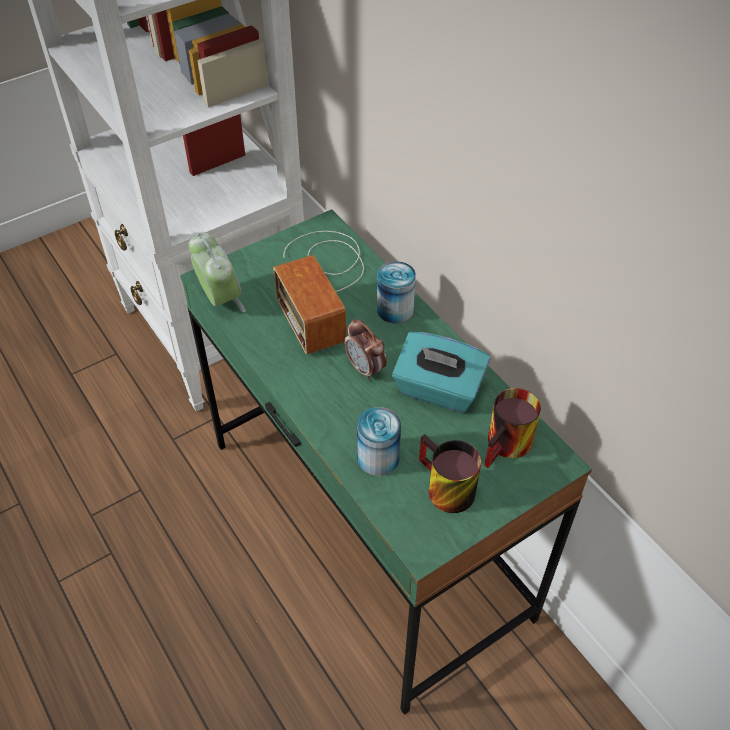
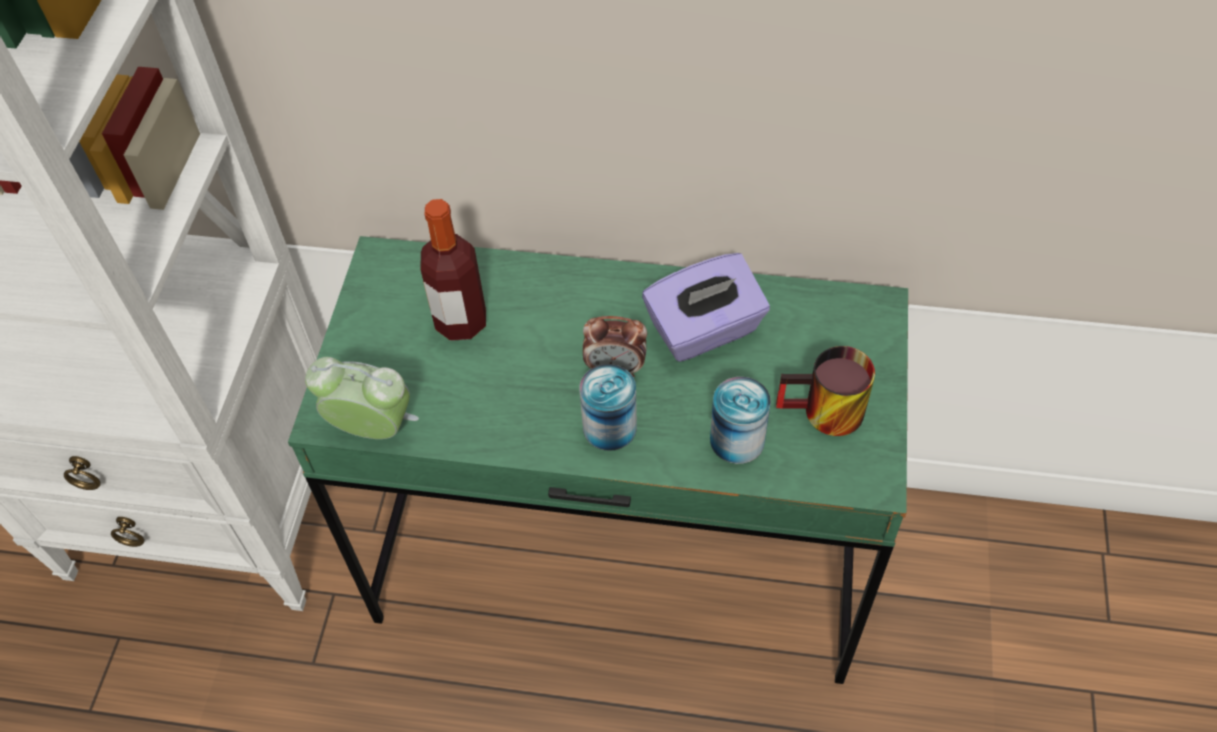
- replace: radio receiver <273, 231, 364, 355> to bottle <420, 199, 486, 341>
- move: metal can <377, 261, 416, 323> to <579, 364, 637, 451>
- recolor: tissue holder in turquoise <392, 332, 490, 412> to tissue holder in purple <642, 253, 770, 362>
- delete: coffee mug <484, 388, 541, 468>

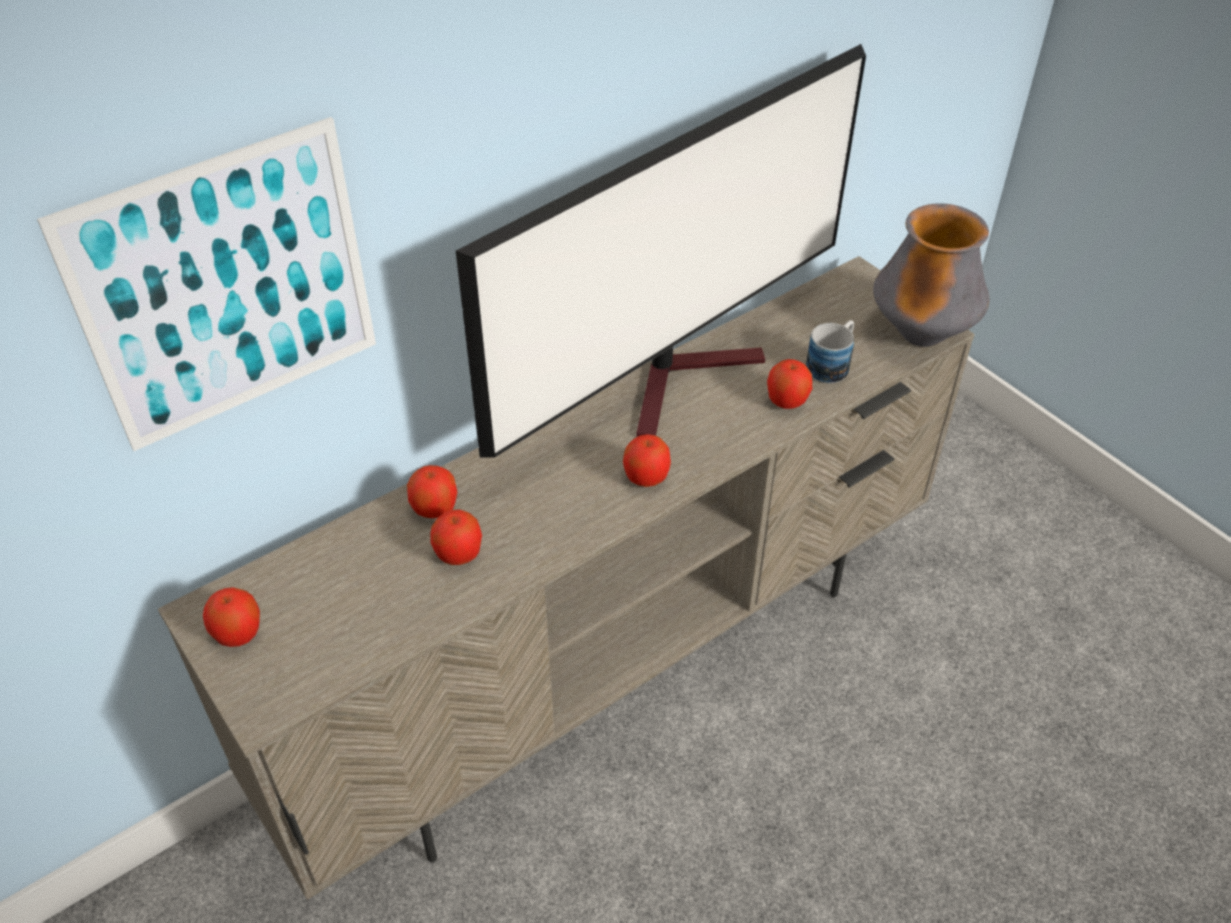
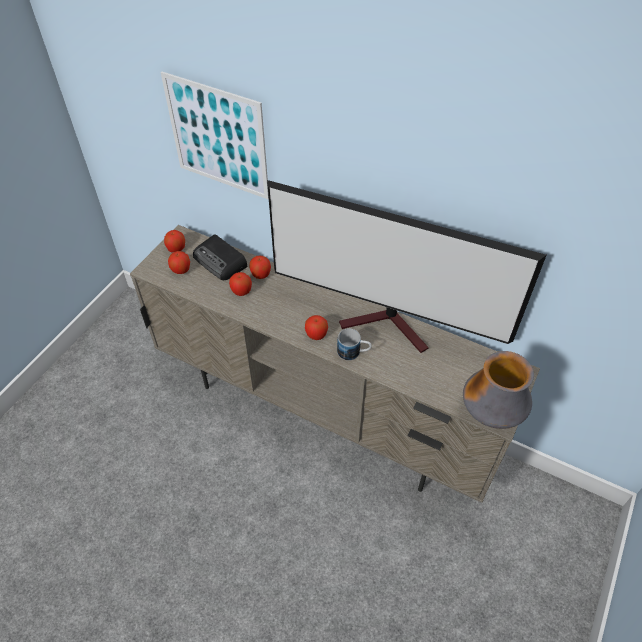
- move: apple <767, 359, 812, 409> to <168, 251, 190, 274>
- move: coffee mug <806, 320, 854, 384> to <337, 328, 372, 361>
- insert: radio receiver <193, 235, 248, 280>

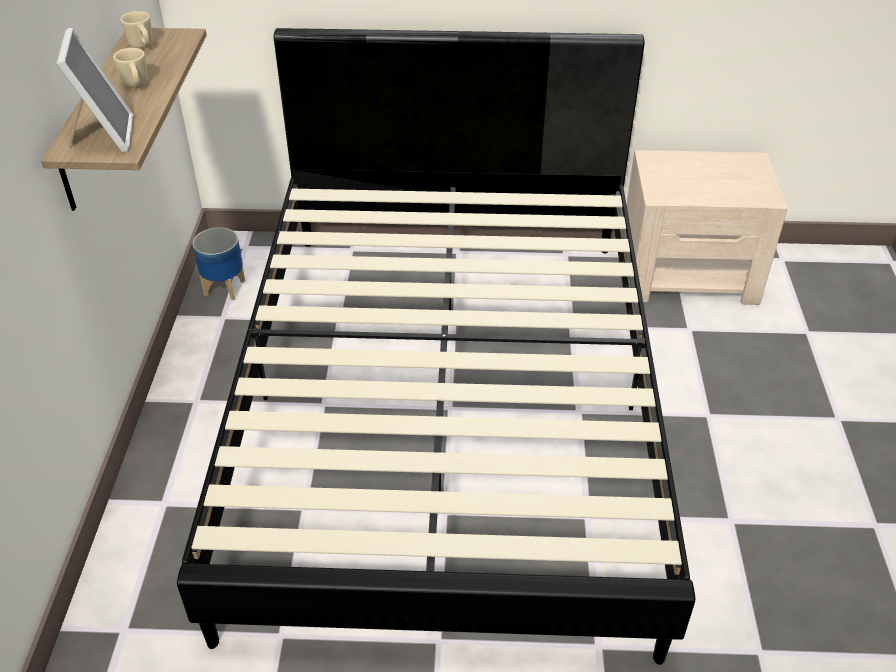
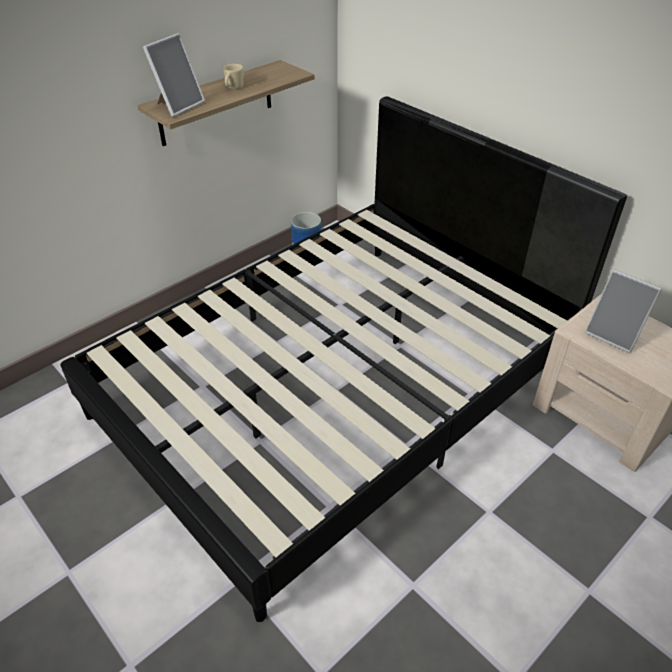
- delete: coffee mug in beige-coloured <120, 11, 153, 48>
- insert: picture frame <585, 269, 662, 353>

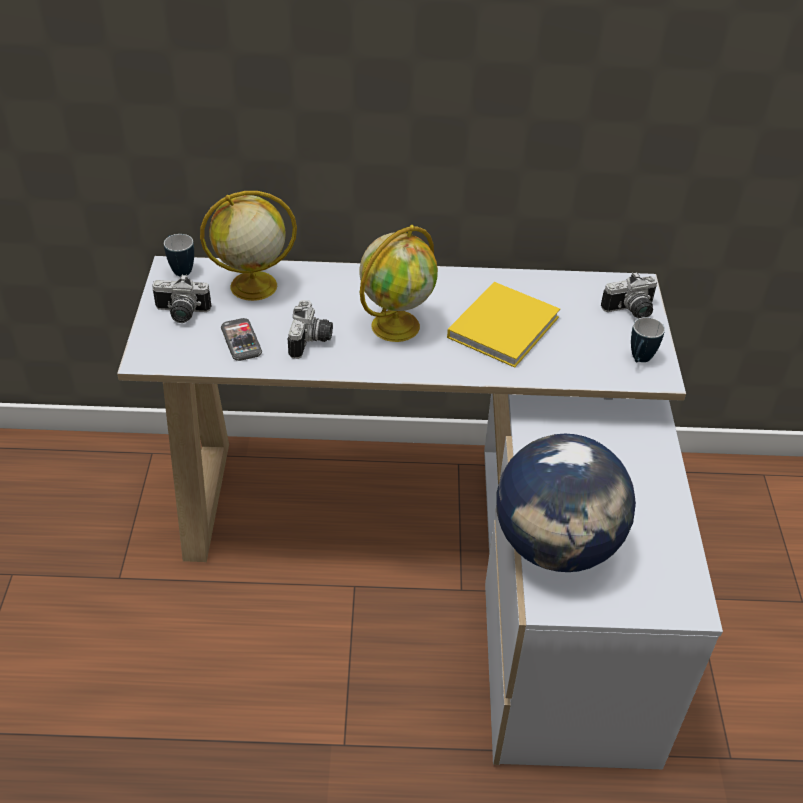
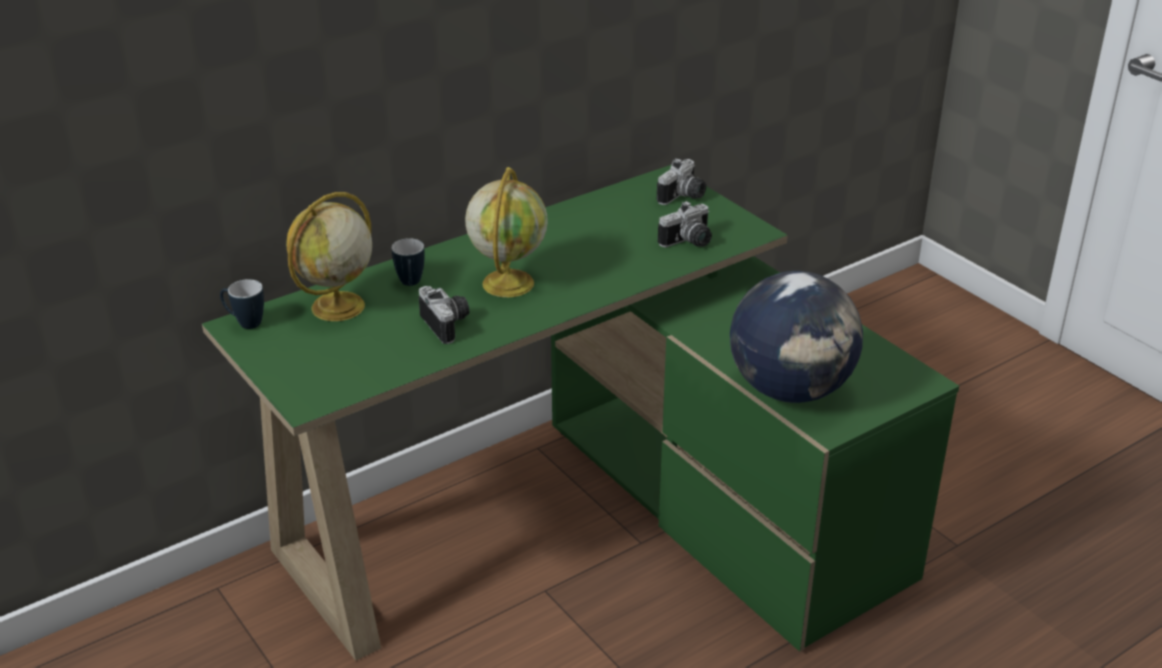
- recolor: desk in white <117, 256, 723, 769> to desk in greenish <202, 165, 959, 661>
- move: still camera <152, 274, 212, 323> to <658, 201, 712, 248>
- delete: phone <221, 318, 262, 361>
- delete: book in yellow-coloured <447, 282, 560, 368>
- move: coffee mug <631, 317, 665, 363> to <392, 238, 425, 286>

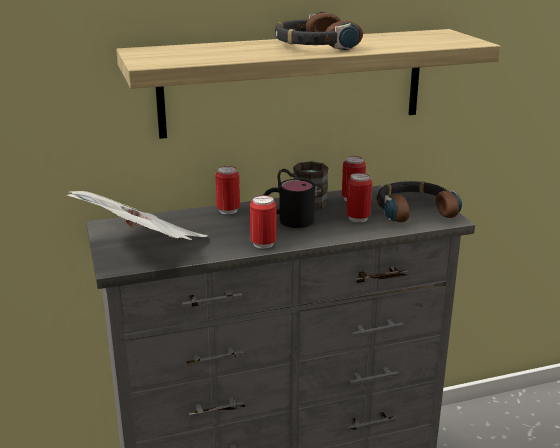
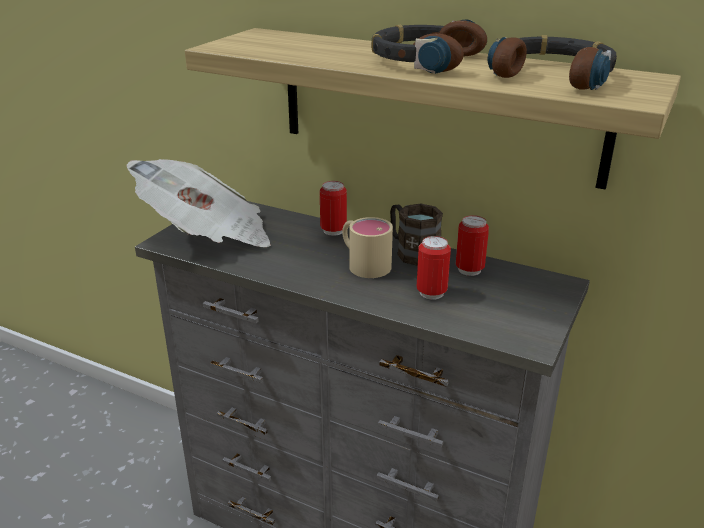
- delete: metal can <250, 195, 276, 249>
- recolor: coffee mug in blackish <264, 179, 315, 228> to coffee mug in beige-coloured <342, 217, 393, 278>
- move: pair of headphones <377, 181, 462, 222> to <488, 35, 617, 90>

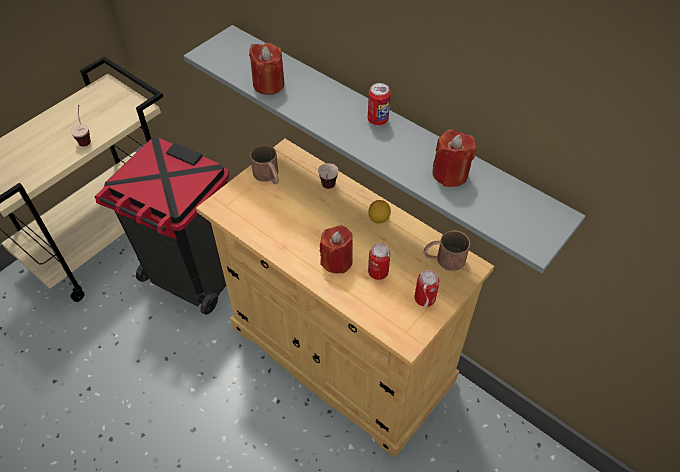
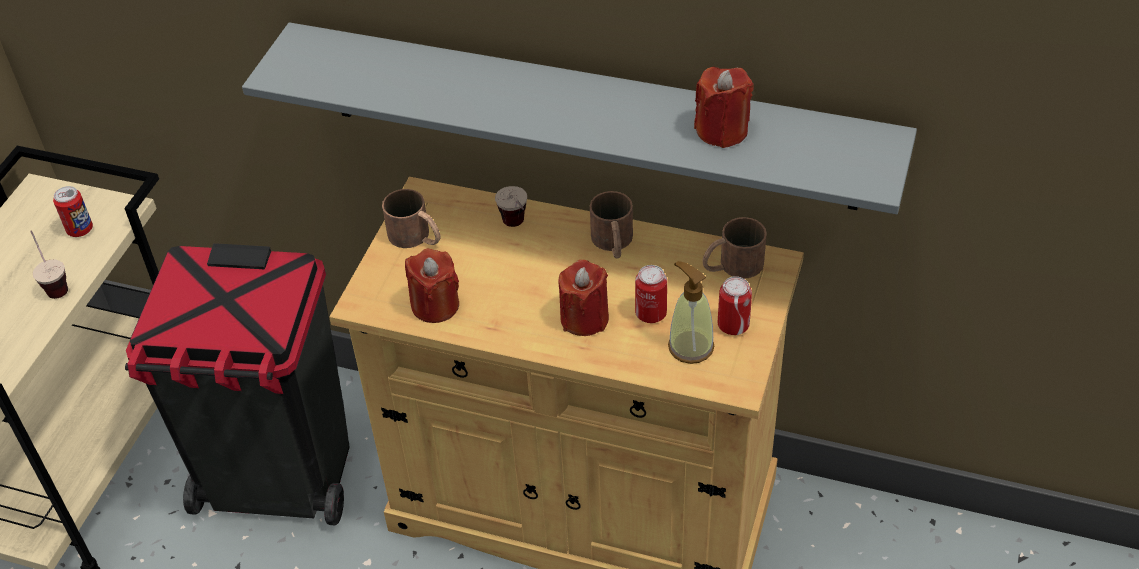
- move: wax light in red <249, 43, 285, 95> to <405, 249, 459, 323>
- move: metal can <368, 83, 391, 125> to <53, 186, 93, 237>
- replace: lemon <368, 200, 391, 224> to coffee mug in brownish <590, 191, 633, 258>
- insert: soap bottle <668, 261, 714, 364>

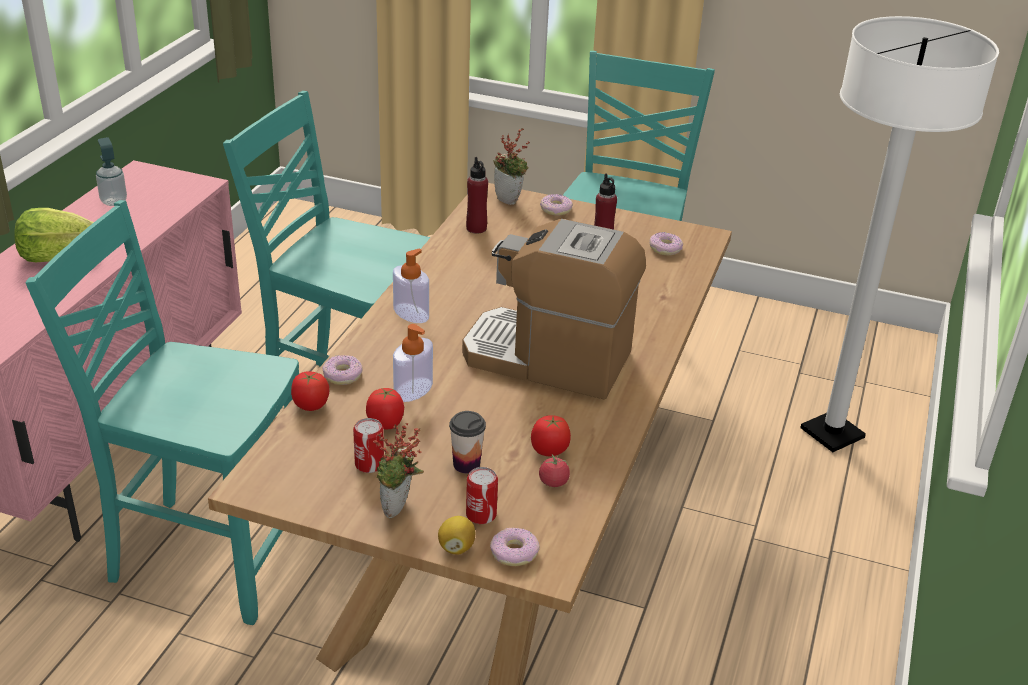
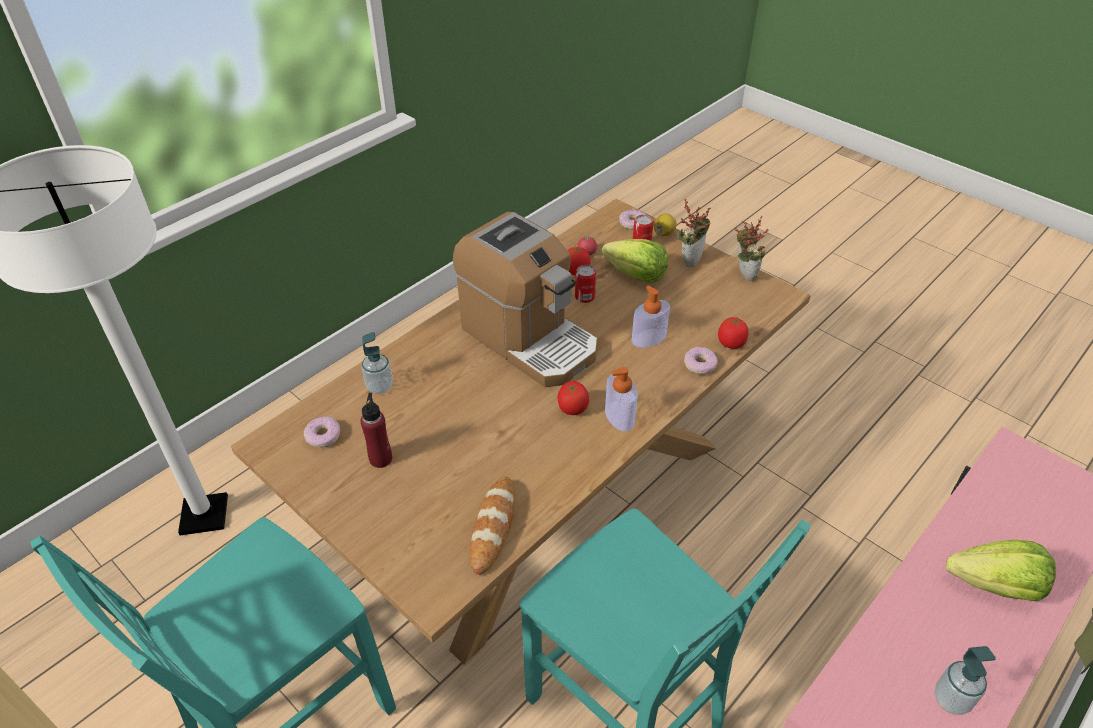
- delete: plain chair in turquoise <26, 200, 299, 625>
- move: metal can <353, 418, 384, 473> to <575, 265, 596, 303>
- move: tomato <366, 388, 404, 429> to <558, 381, 589, 415>
- replace: drinking cup <449, 411, 486, 474> to lettuce head <601, 239, 668, 283>
- replace: bottle in red <466, 157, 488, 234> to bakery bread <470, 477, 515, 575>
- move: houseplant <493, 128, 530, 205> to <735, 216, 769, 281>
- delete: ring doughnut <540, 194, 573, 215>
- insert: soap bottle <361, 332, 393, 394>

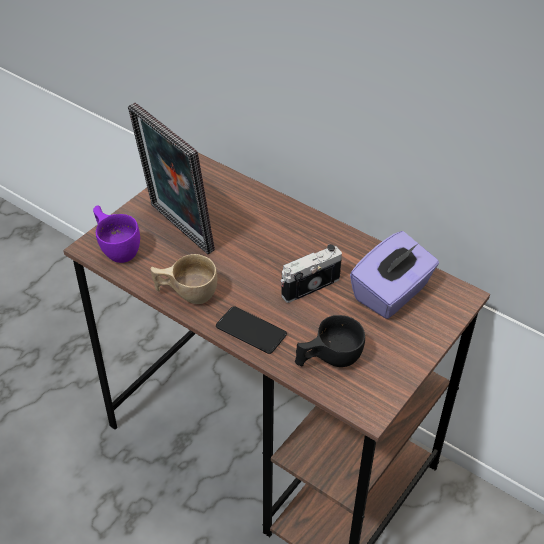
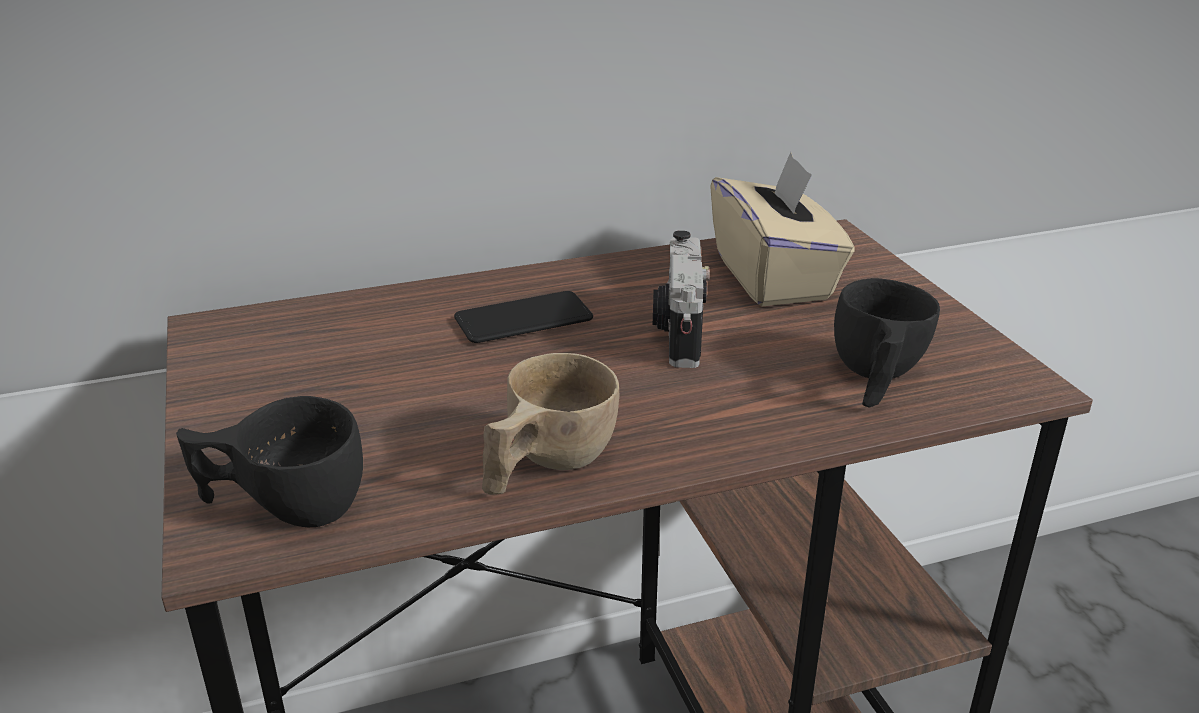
- recolor: drinking cup in purple <93, 206, 140, 263> to drinking cup in blackish <176, 396, 363, 527>
- delete: picture frame <128, 103, 215, 254>
- move: phone <216, 306, 287, 354> to <454, 291, 593, 343>
- recolor: tissue holder in purple <350, 231, 439, 319> to tissue holder in beige-coloured <710, 152, 854, 306>

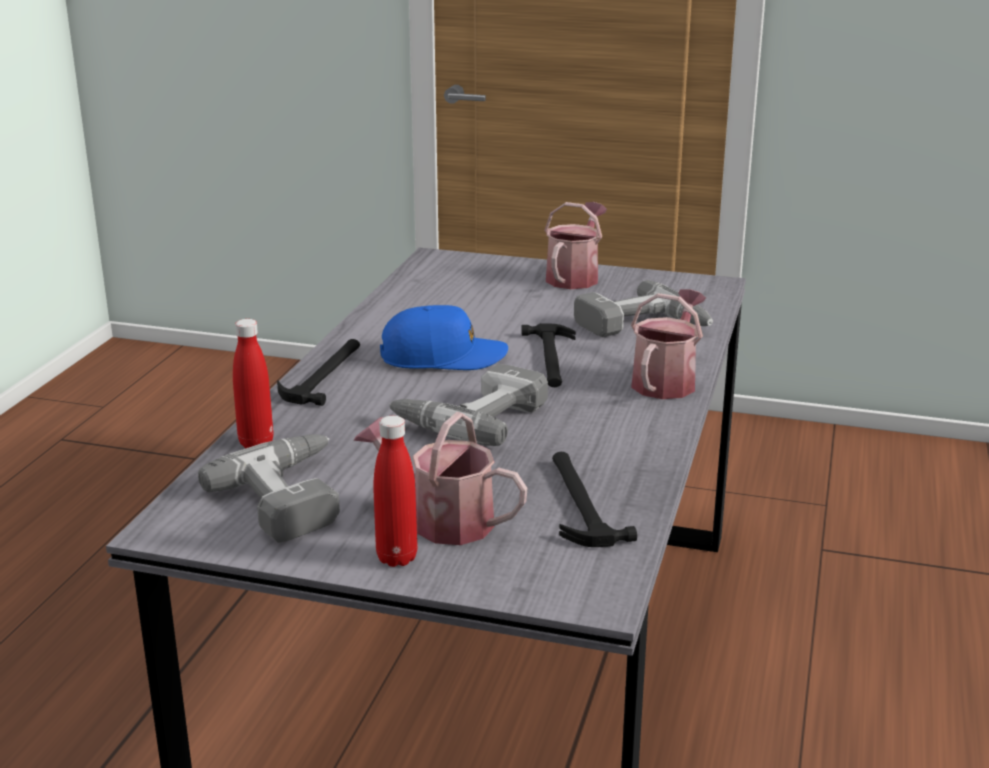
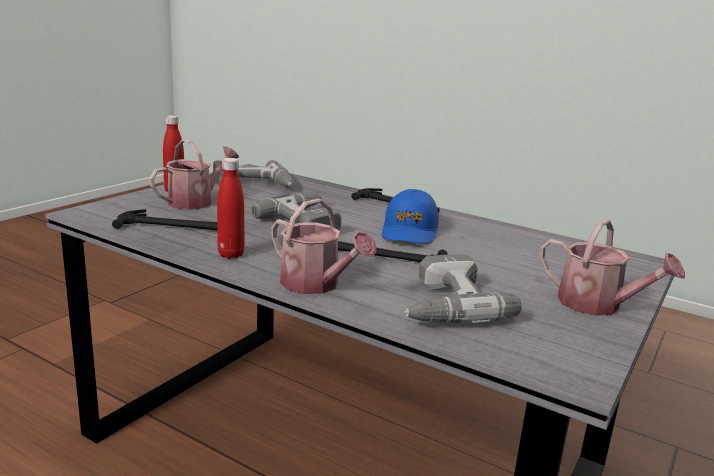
- move: bottle in red <233, 319, 273, 448> to <217, 158, 244, 259>

